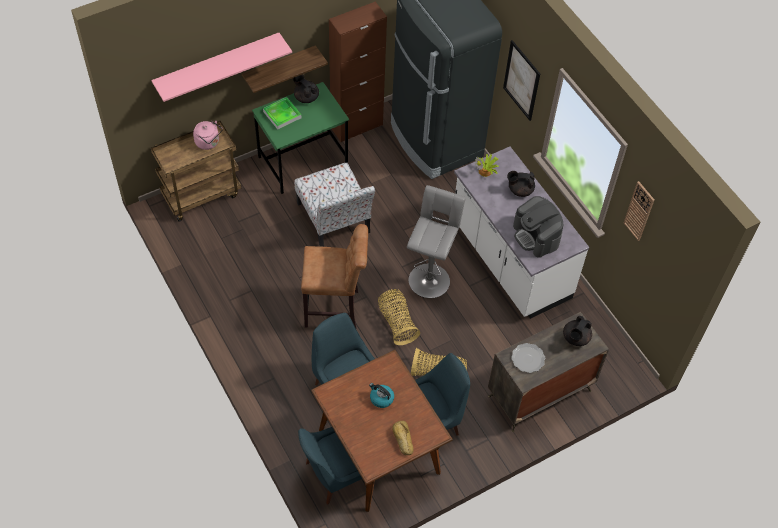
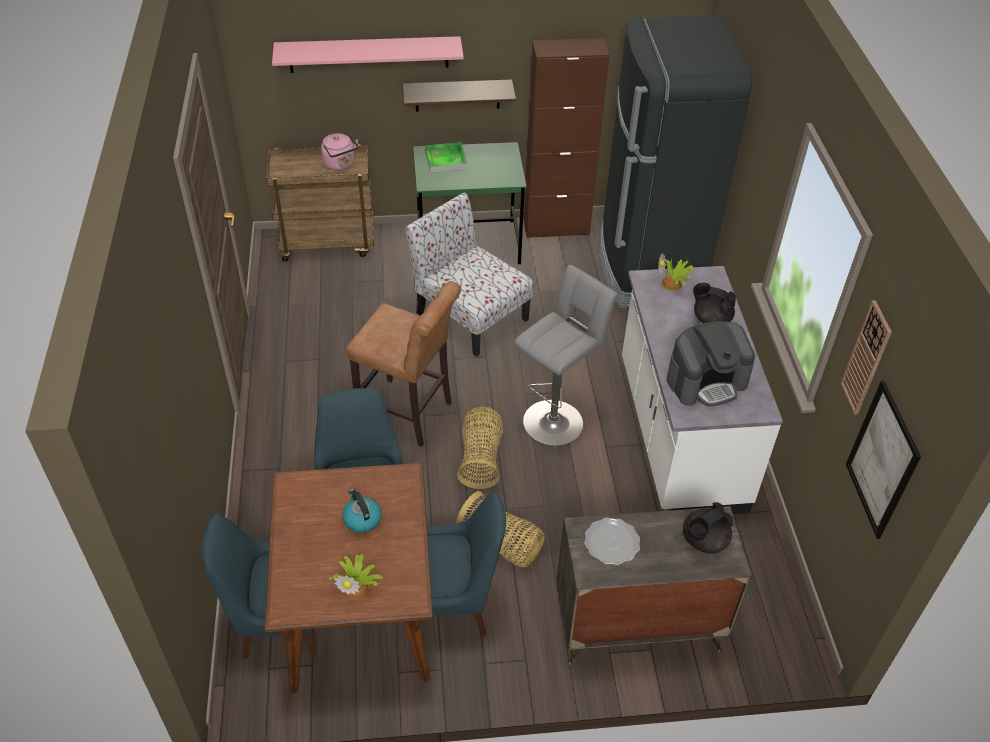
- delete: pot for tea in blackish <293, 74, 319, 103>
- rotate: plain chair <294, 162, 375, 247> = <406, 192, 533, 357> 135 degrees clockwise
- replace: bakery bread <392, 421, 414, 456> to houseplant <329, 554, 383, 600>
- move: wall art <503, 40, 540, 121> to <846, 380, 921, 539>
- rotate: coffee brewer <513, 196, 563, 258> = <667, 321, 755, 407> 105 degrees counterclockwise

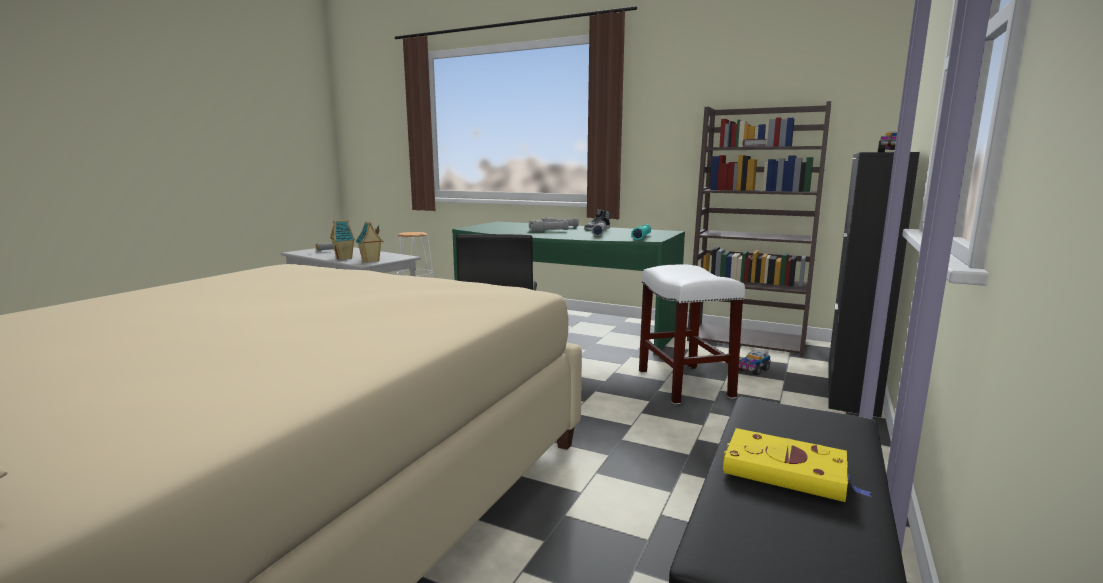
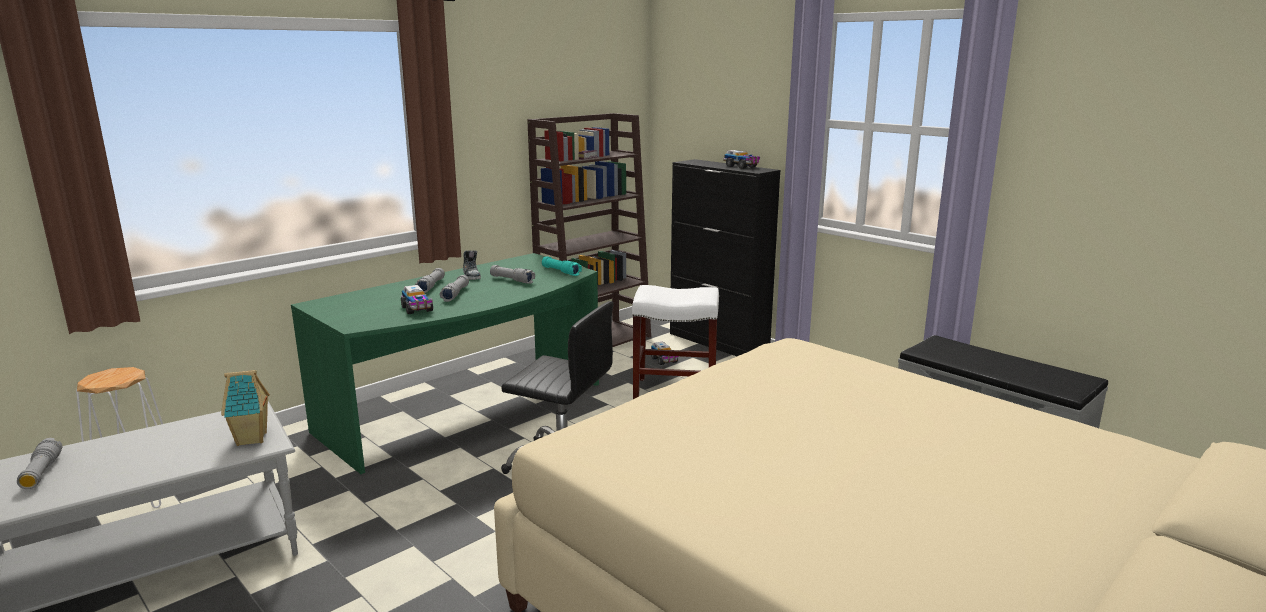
- delete: miniature house <330, 220, 355, 260>
- delete: book in yellow-coloured <723, 428, 872, 502>
- insert: toy lorry <401, 285, 433, 314>

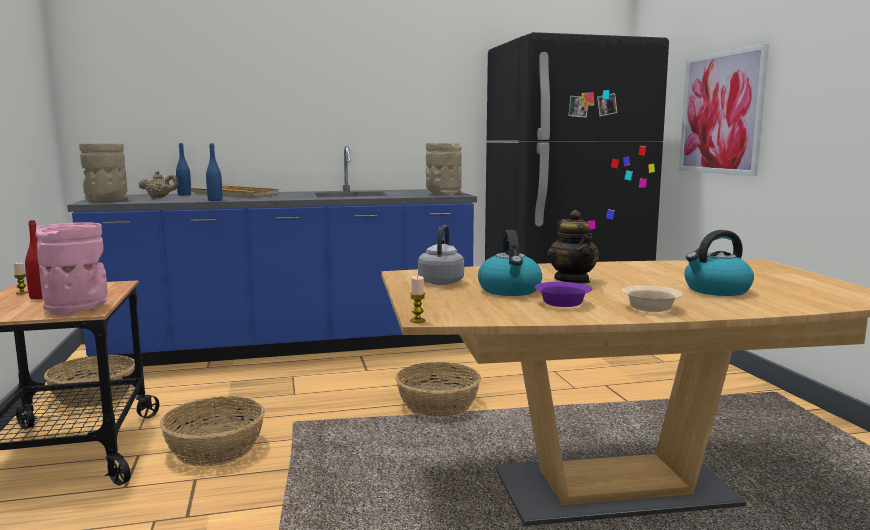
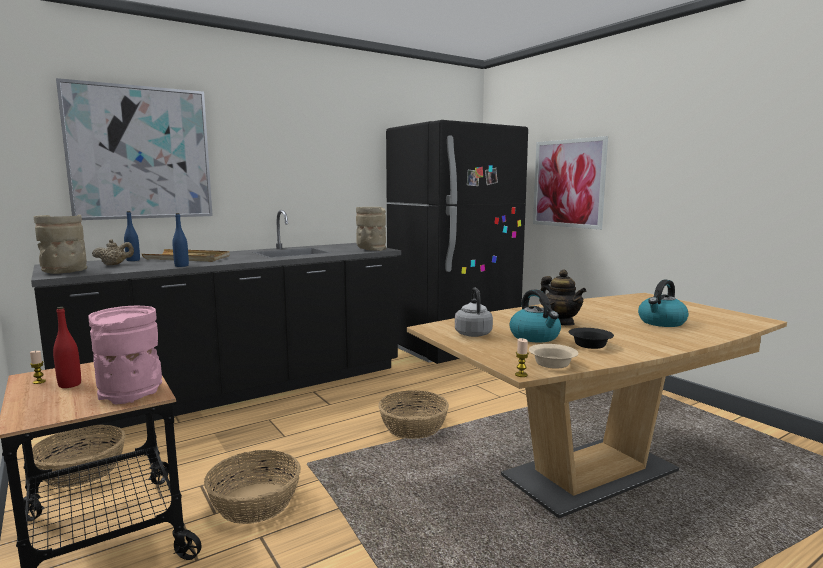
- recolor: counter in blue-coloured <67, 146, 477, 370> to counter in blackish <31, 210, 401, 440>
- recolor: bowl in purple <535, 282, 592, 307> to bowl in blackish <569, 328, 614, 349>
- move: bowl in beige-coloured <622, 285, 683, 312> to <529, 344, 578, 369>
- insert: wall art <56, 78, 213, 220>

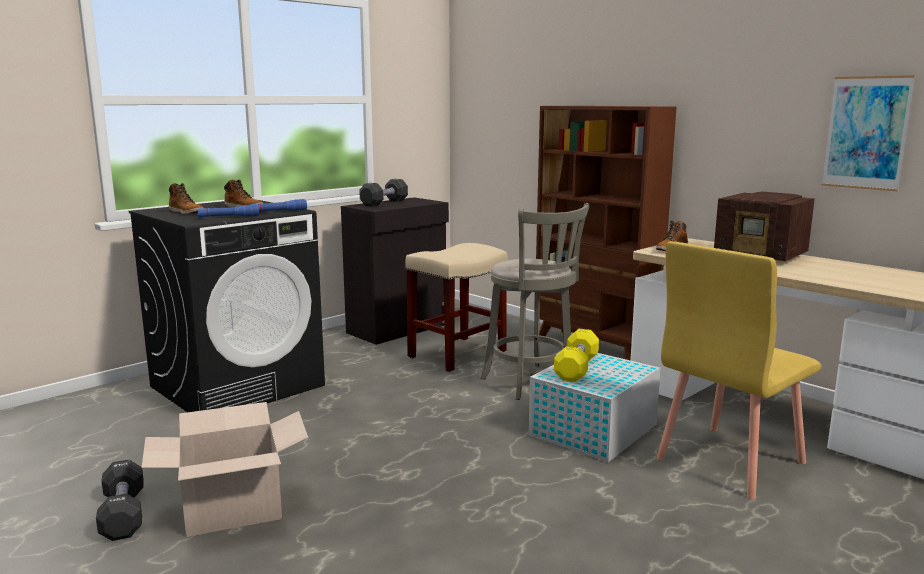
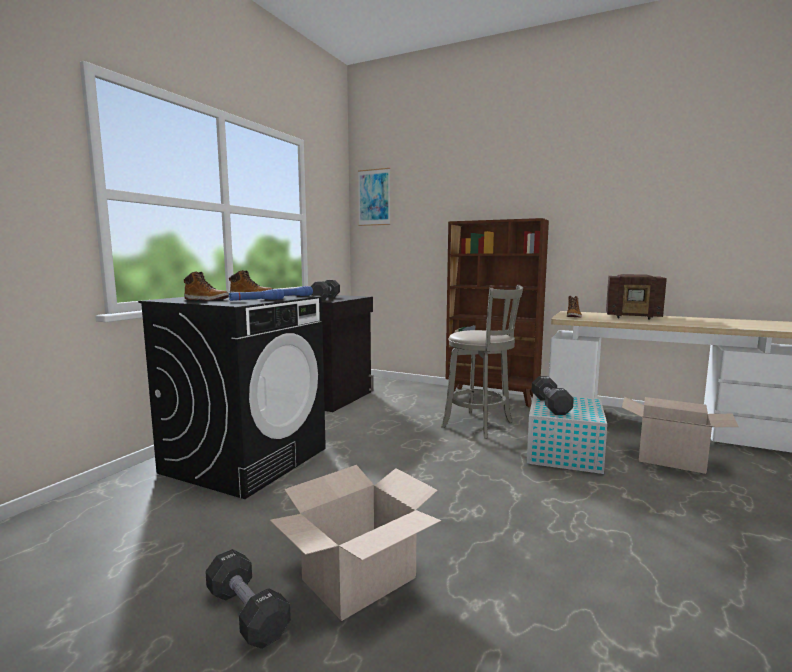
- delete: stool in beige-coloured <405, 243, 508, 372>
- recolor: free weight in yellow-coloured <554, 329, 599, 382> to free weight in blackish <532, 376, 574, 415>
- replace: plain chair in yellow-coloured <657, 241, 822, 499> to carton <622, 397, 738, 474>
- move: wall art <822, 75, 916, 192> to <358, 168, 390, 226>

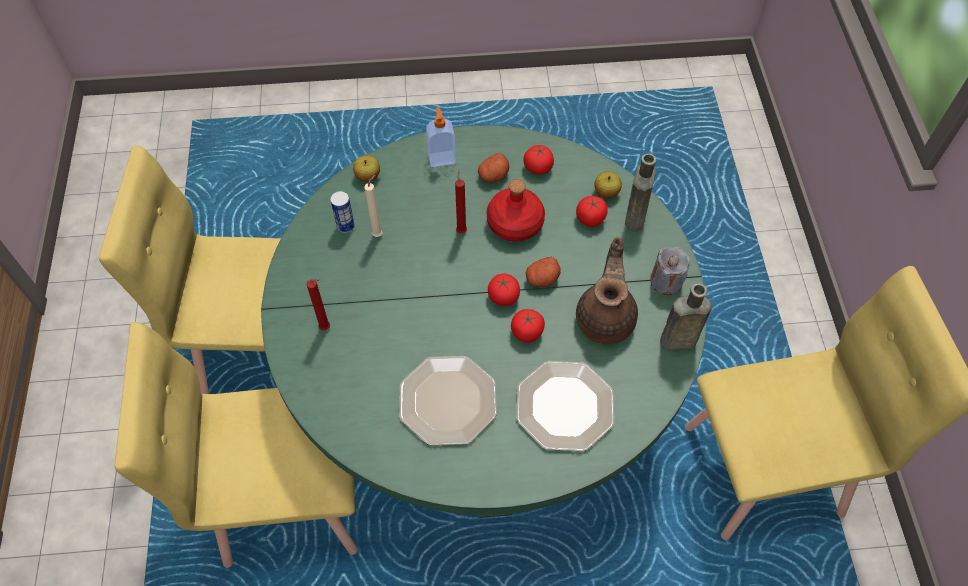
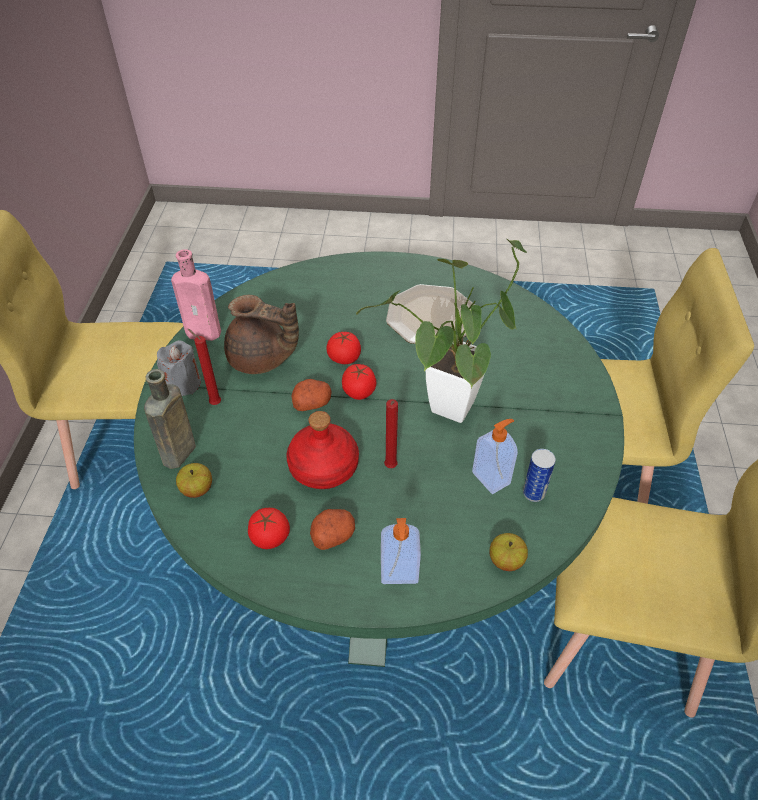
- move: wax light in red <307, 279, 330, 330> to <188, 329, 221, 405>
- replace: wax light in beige-coloured <364, 175, 383, 237> to soap bottle <472, 419, 518, 494>
- delete: flat dish <516, 361, 614, 451>
- delete: tomato <576, 196, 608, 227>
- rotate: pot for tea in brownish <576, 237, 638, 344> = <224, 295, 299, 374> 90 degrees counterclockwise
- recolor: bottle in brownish <660, 283, 712, 351> to bottle in pink-coloured <171, 249, 221, 341>
- insert: houseplant <356, 239, 527, 423>

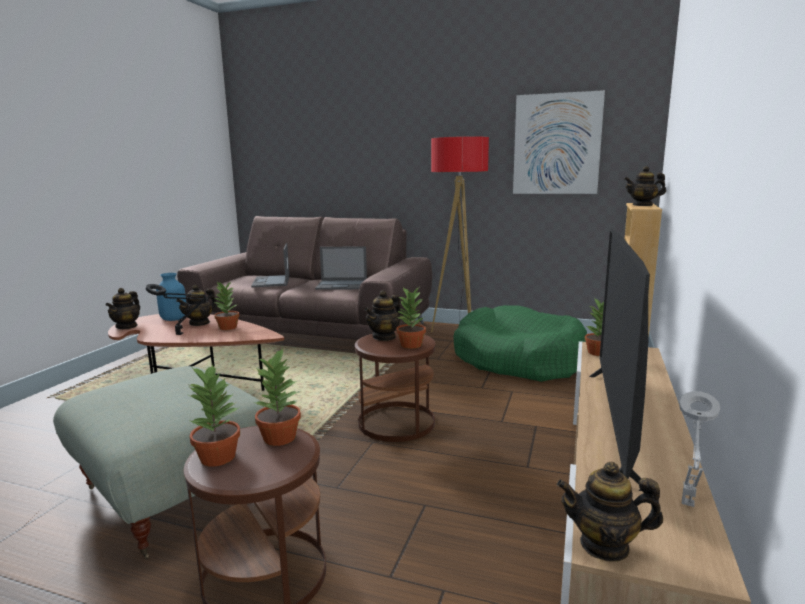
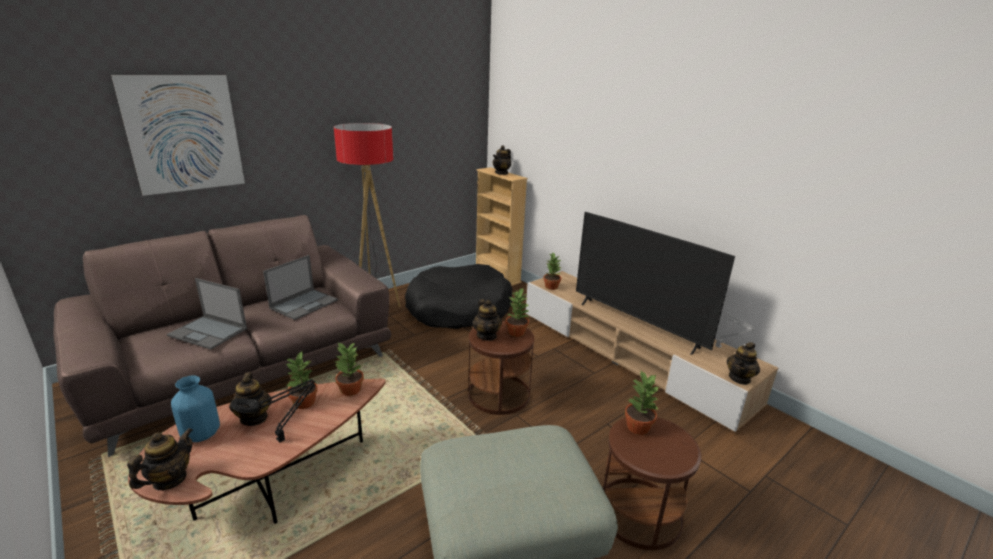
- rotate: pot for tea <106, 288, 140, 329> = <127, 428, 193, 490> 105 degrees counterclockwise
- move: houseplant <188, 364, 240, 467> to <334, 342, 364, 396>
- recolor: dog cushion in greenish <453, 305, 587, 382> to dog cushion in blackish <405, 264, 512, 329>
- move: wall art <513, 90, 605, 194> to <111, 75, 245, 196>

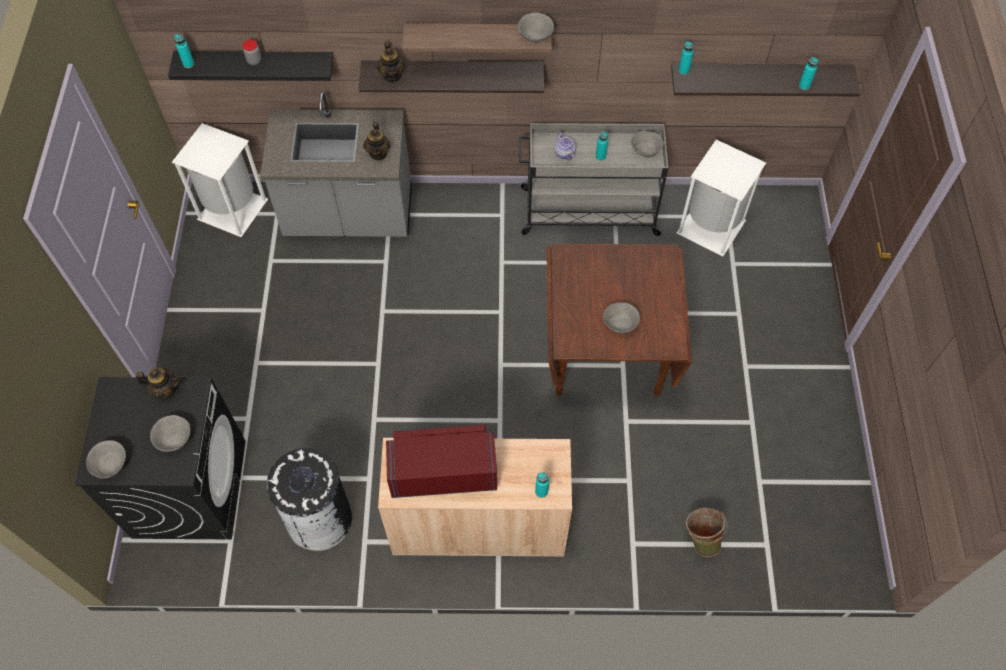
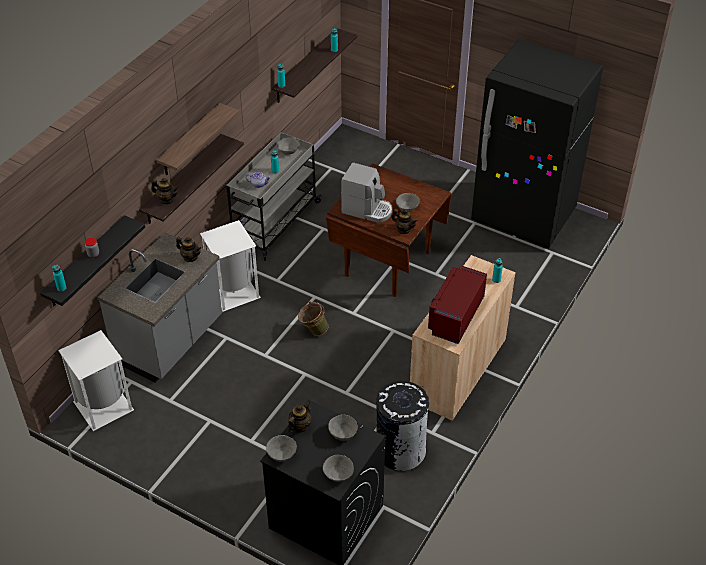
- move: bowl in gray <518, 13, 554, 43> to <266, 435, 297, 462>
- move: rubbish bin in white <677, 140, 766, 256> to <200, 220, 261, 312>
- move: bucket in greenish <686, 508, 727, 557> to <298, 302, 329, 336>
- insert: coffee brewer <341, 162, 392, 223>
- insert: pot for tea <391, 209, 418, 234>
- insert: kitchen fridge in blackish <471, 40, 603, 248>

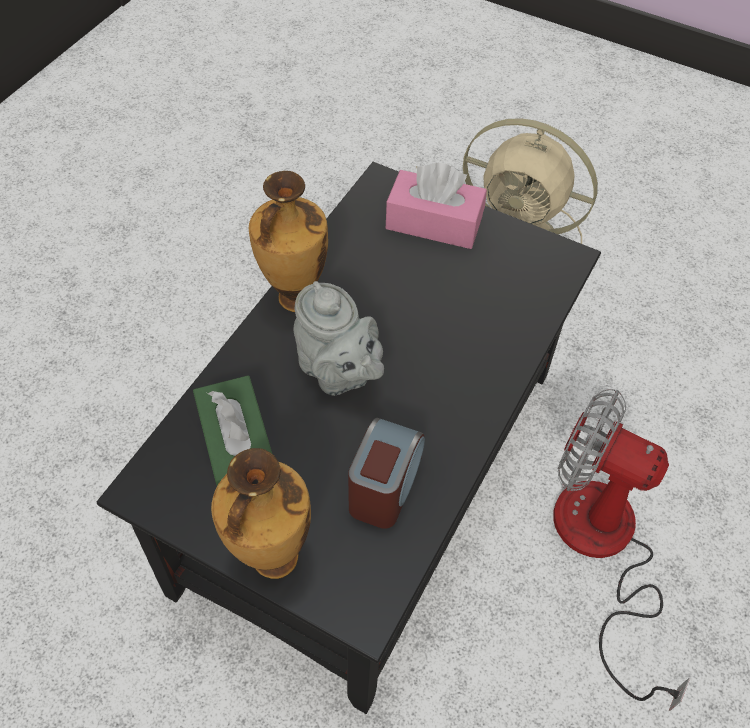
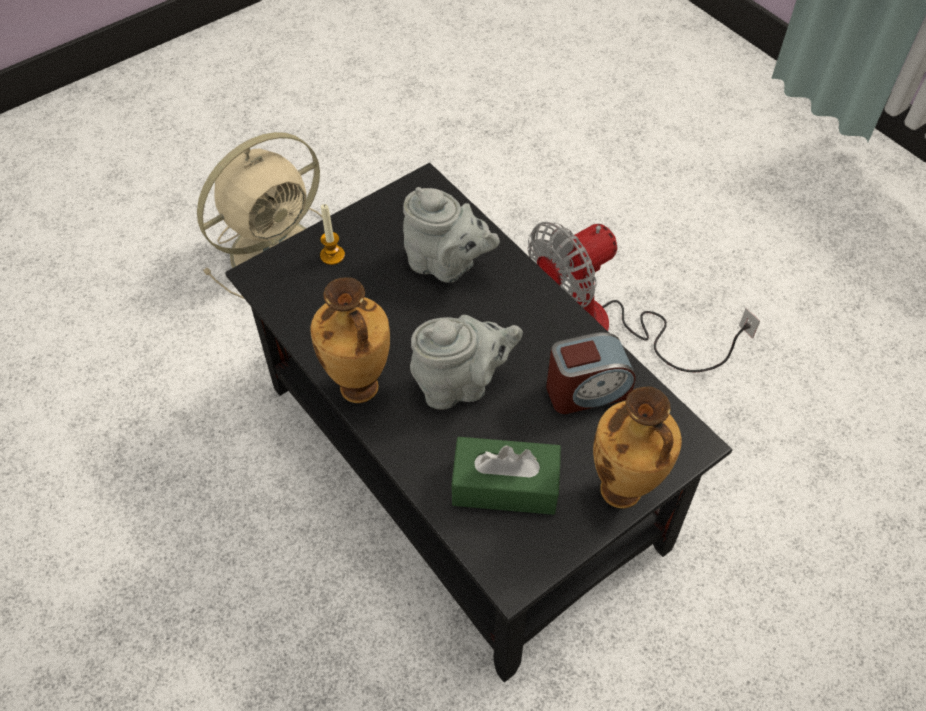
- rotate: table clock <348, 418, 425, 529> = <546, 332, 636, 414> 120 degrees clockwise
- replace: tissue holder in pink-coloured <386, 163, 487, 249> to wax light <320, 204, 345, 265>
- insert: pot for tea in gray <403, 187, 500, 283>

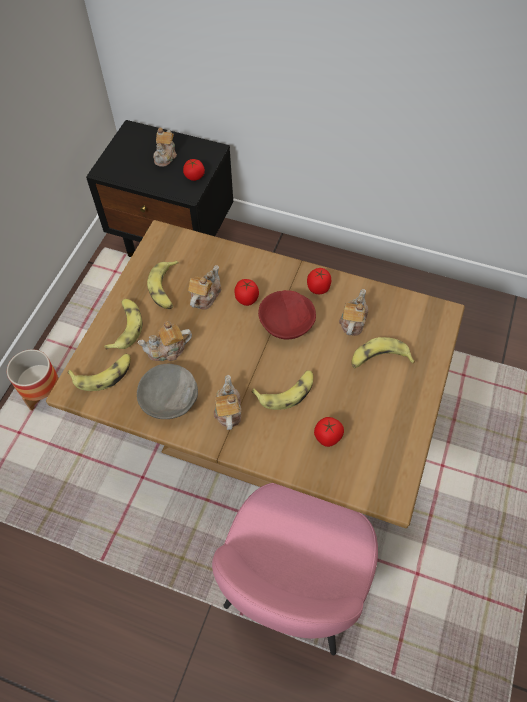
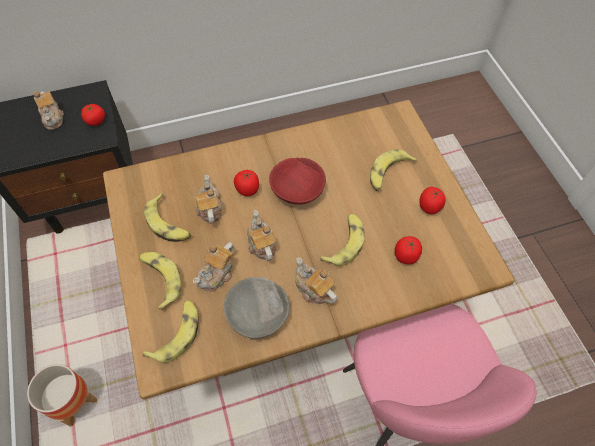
- move: tomato <307, 268, 331, 294> to <420, 187, 446, 214>
- move: pot for tea <339, 289, 368, 336> to <247, 210, 276, 261>

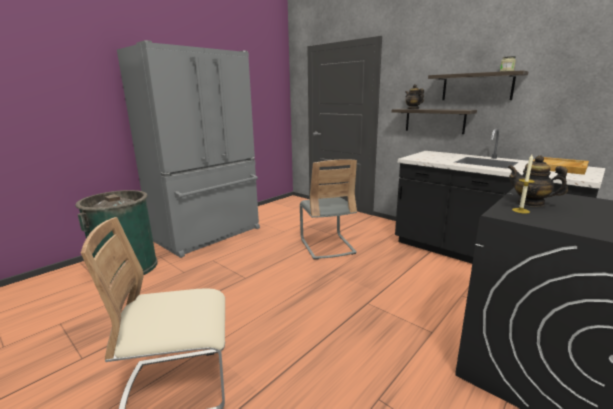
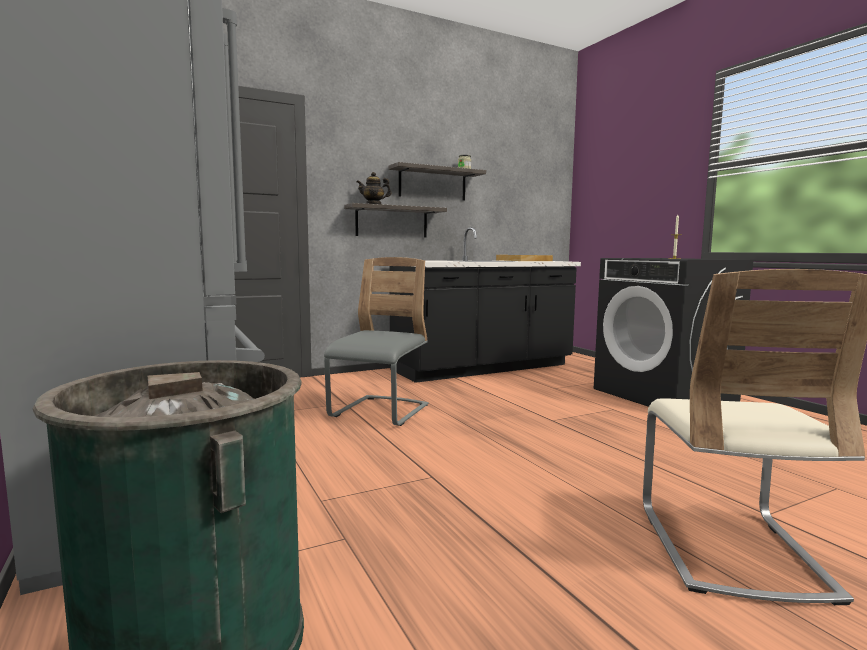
- rotate: plain chair in gray <300, 159, 357, 260> = <324, 257, 429, 426> 75 degrees counterclockwise
- delete: pot for tea <507, 155, 568, 207>

